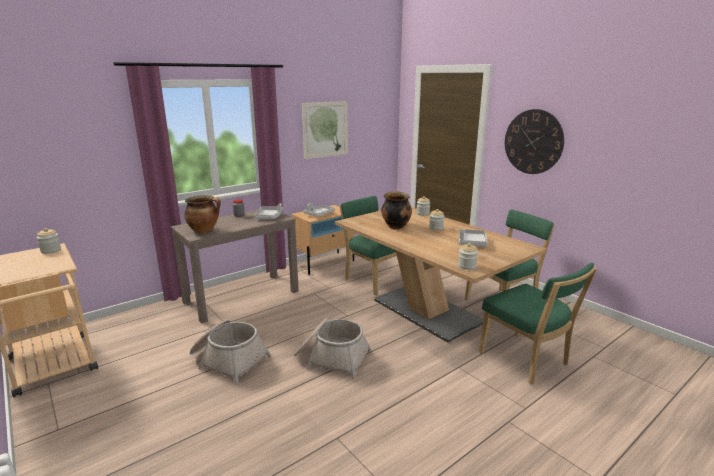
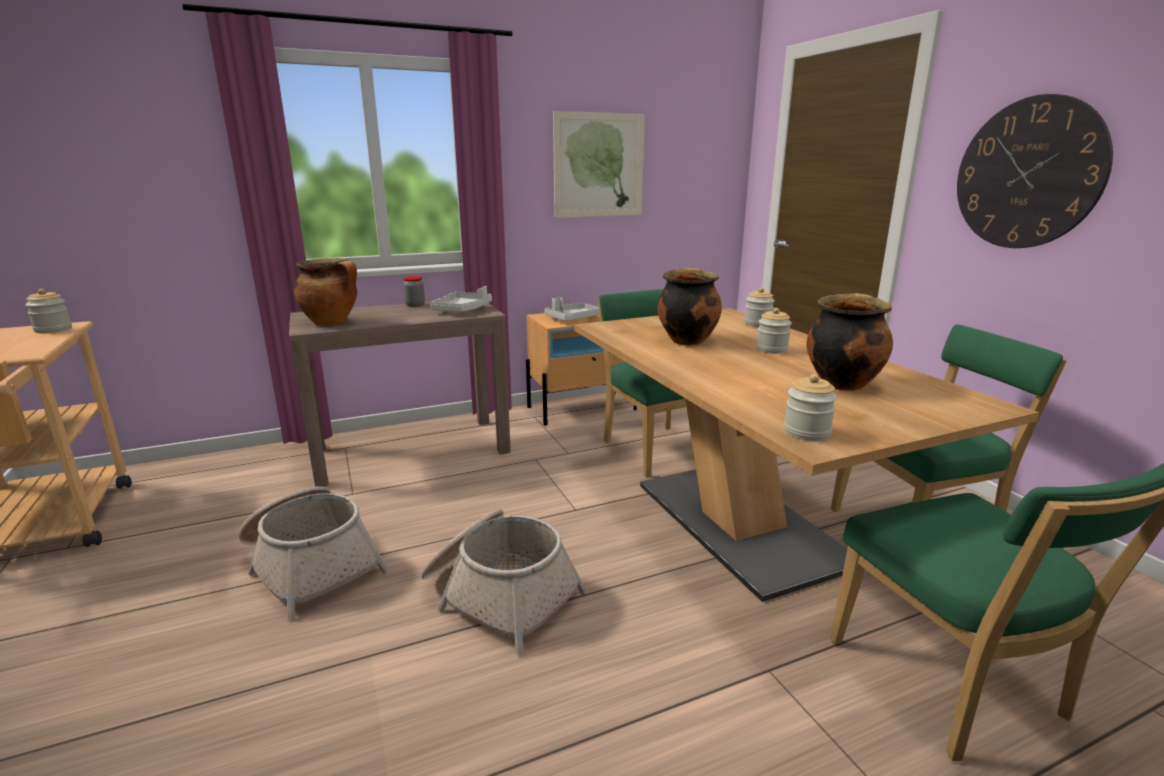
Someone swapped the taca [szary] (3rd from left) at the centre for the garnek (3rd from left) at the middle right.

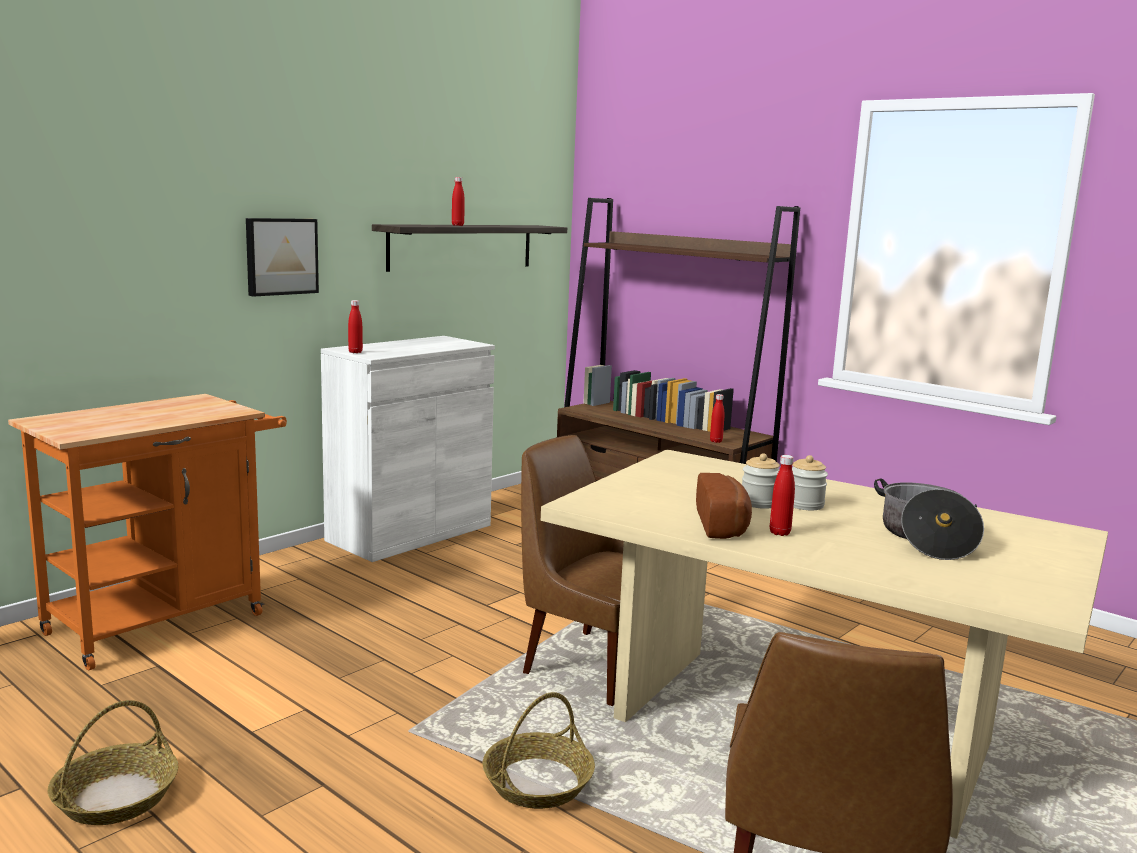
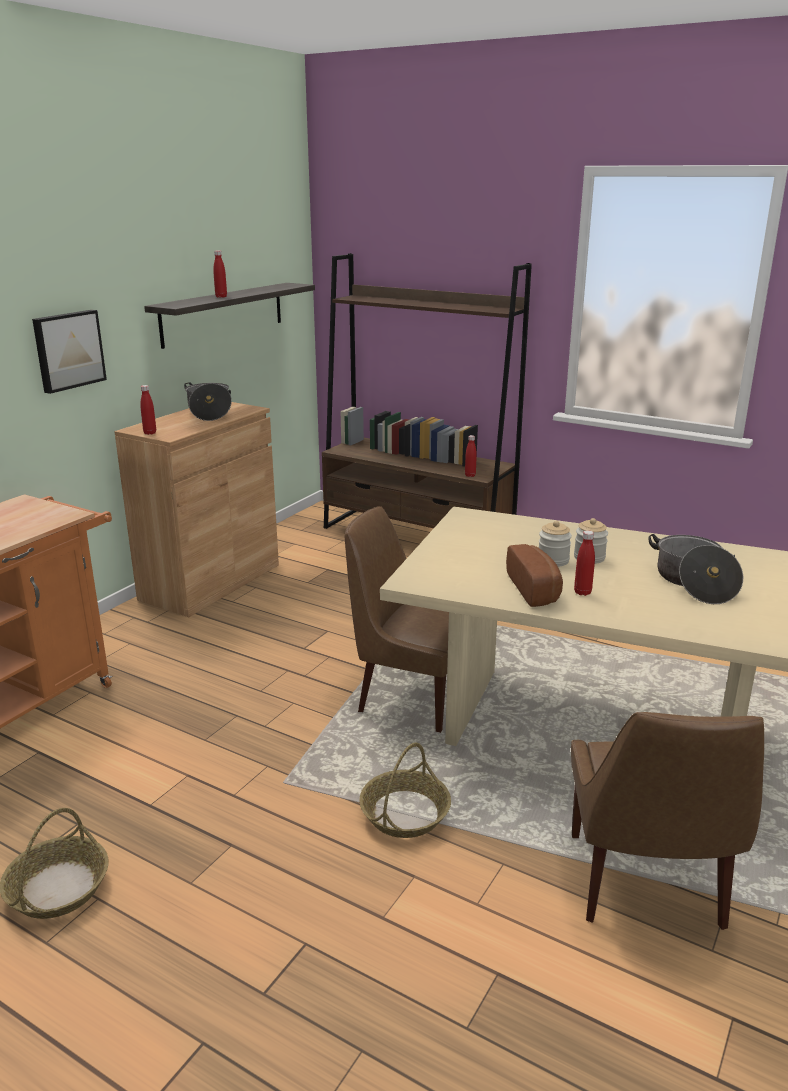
Someone repainted the szafka [biały] at the centre, which became the szafka [brązowy] at the middle left.
Someone put down the garnek (1st from left) at the middle left.

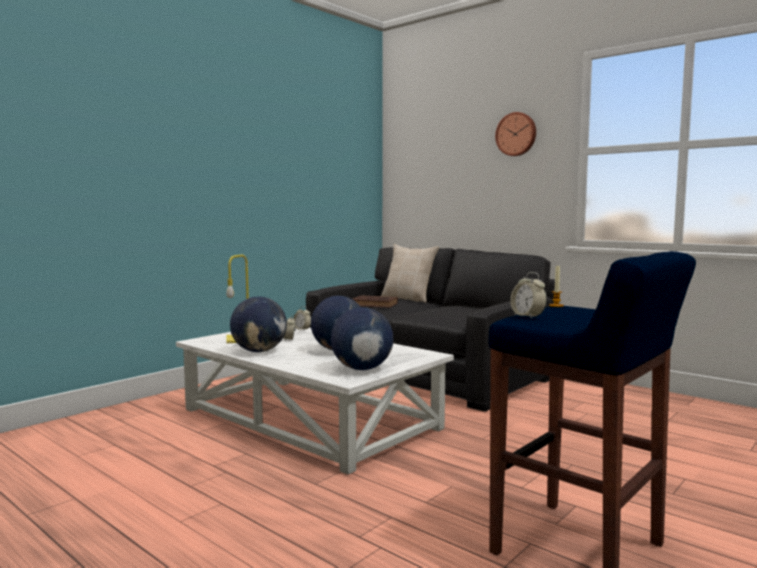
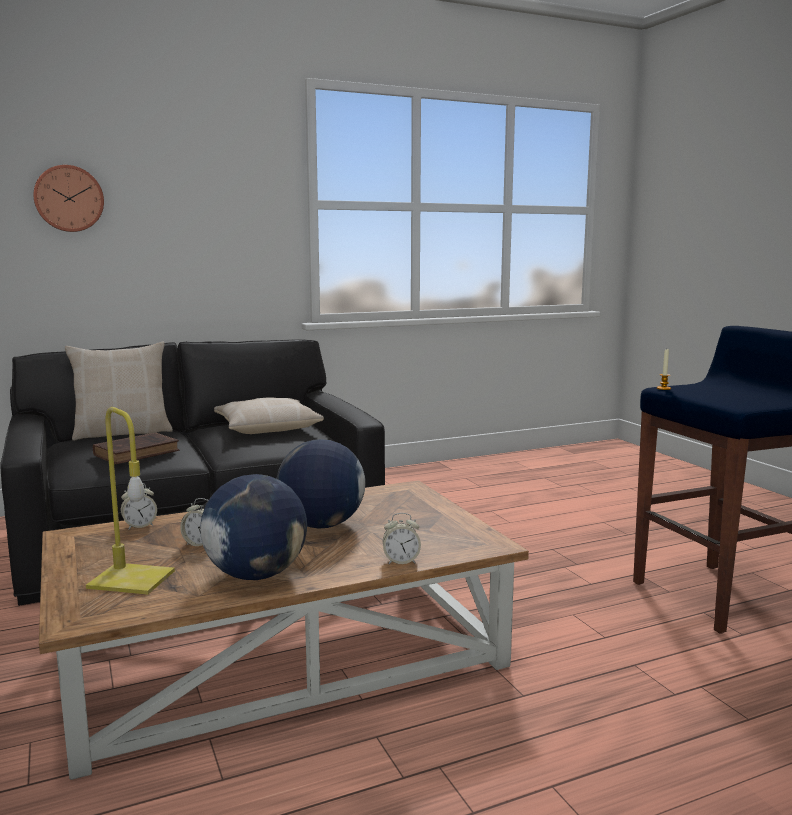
Someone carried the zegar ścienny from the top right to the top left.
Someone carried the budzik (3rd from left) from the middle right to the centre.
Someone took away the globus (3rd from left) at the centre.
Someone repainted the ława [biały] at the bottom centre, which became the ława [brązowy] at the bottom centre.
Someone put down the poduszka [beżowy] (2nd from left) at the centre.

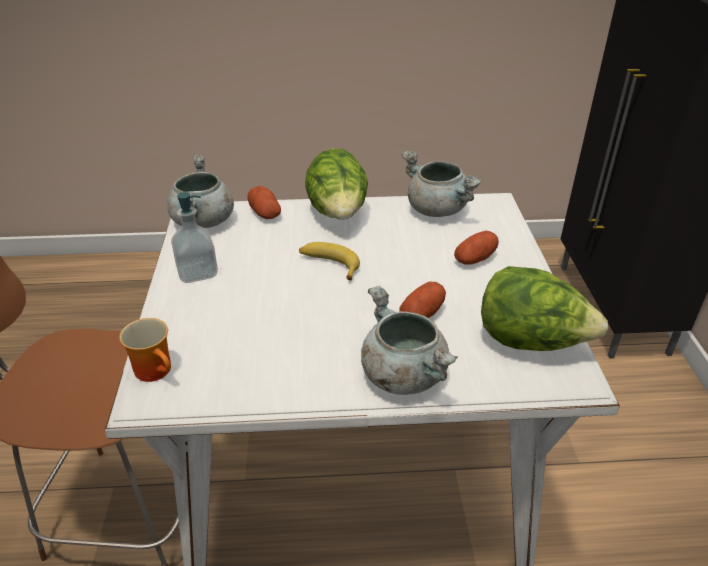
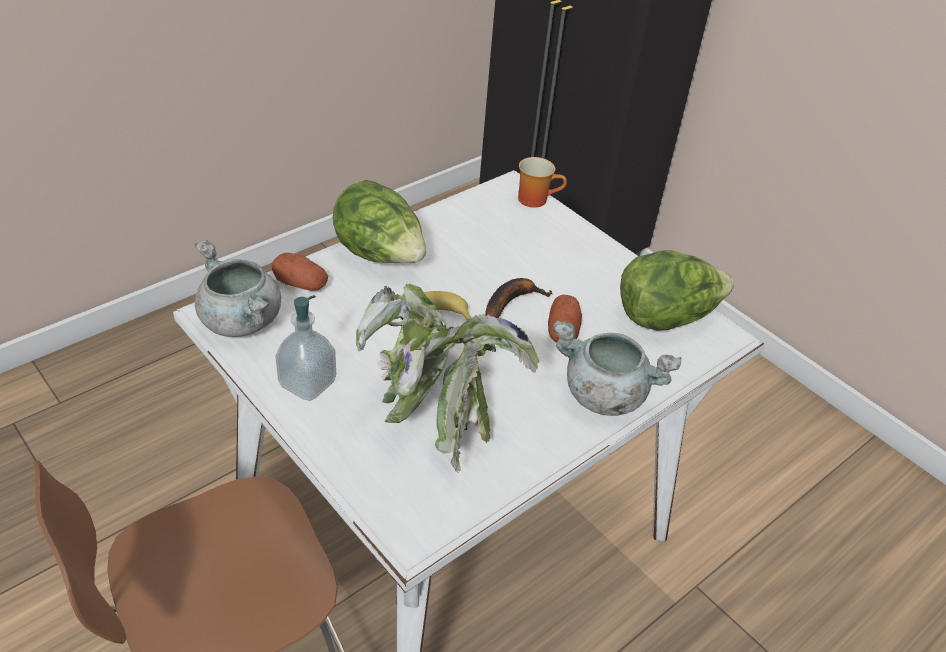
Someone took away the garnek [szary] (3rd from left) at the top centre.
Someone took away the ziemniak (3rd from left) at the middle right.
Someone carried the kubek from the middle left to the top centre.
Someone put down the banan (2nd from left) at the centre.
Someone put down the roślina doniczkowa at the centre.

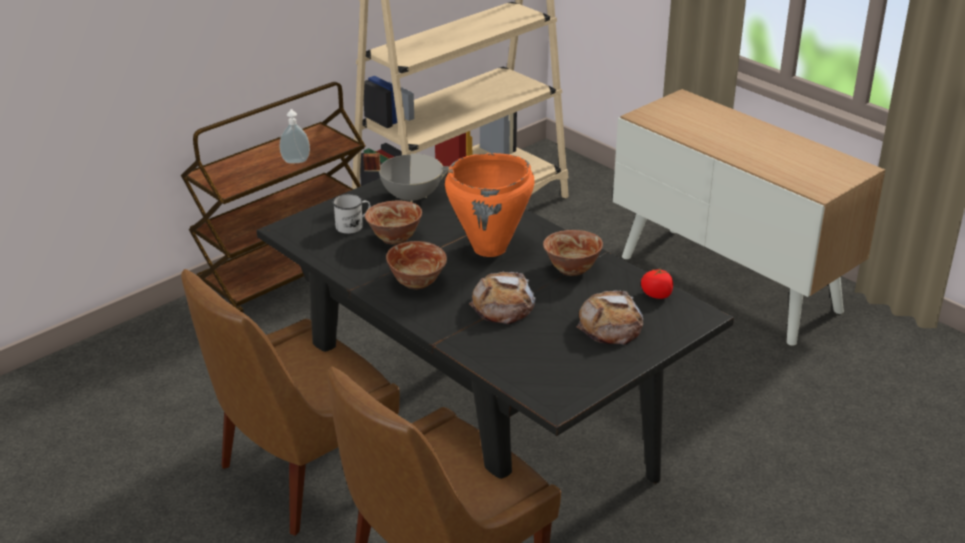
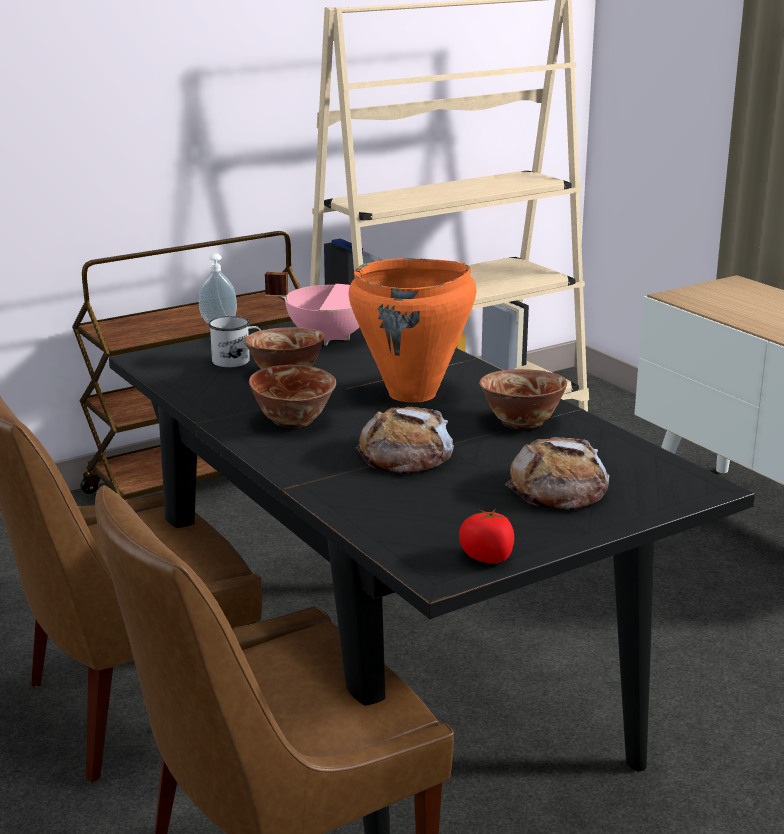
Someone repainted the garnek [szary] at the top centre, which became the garnek [różowy] at the centre.
Someone carried the pomidor from the middle right to the centre.

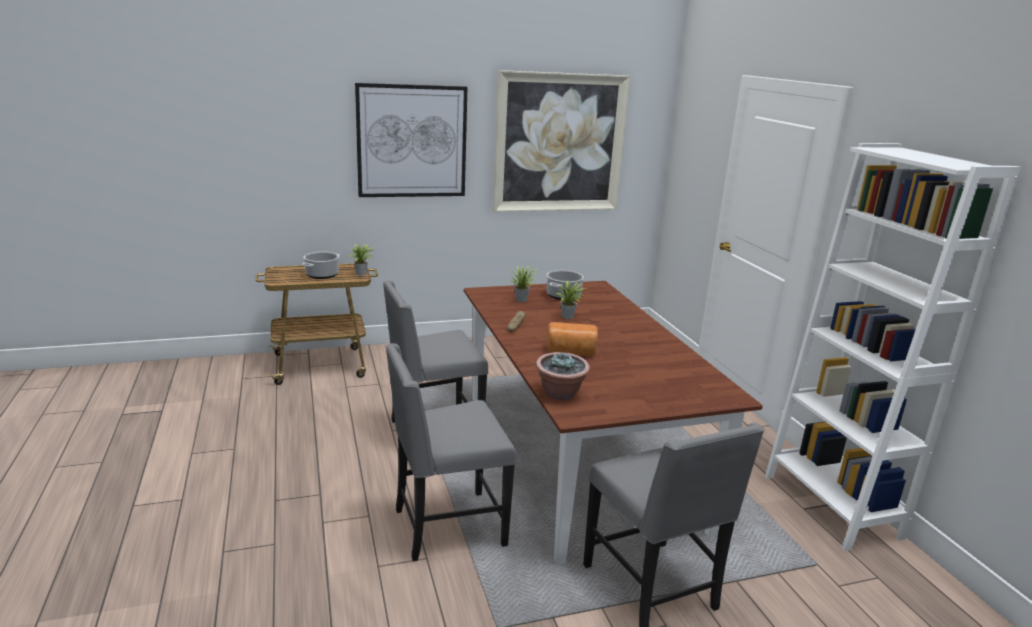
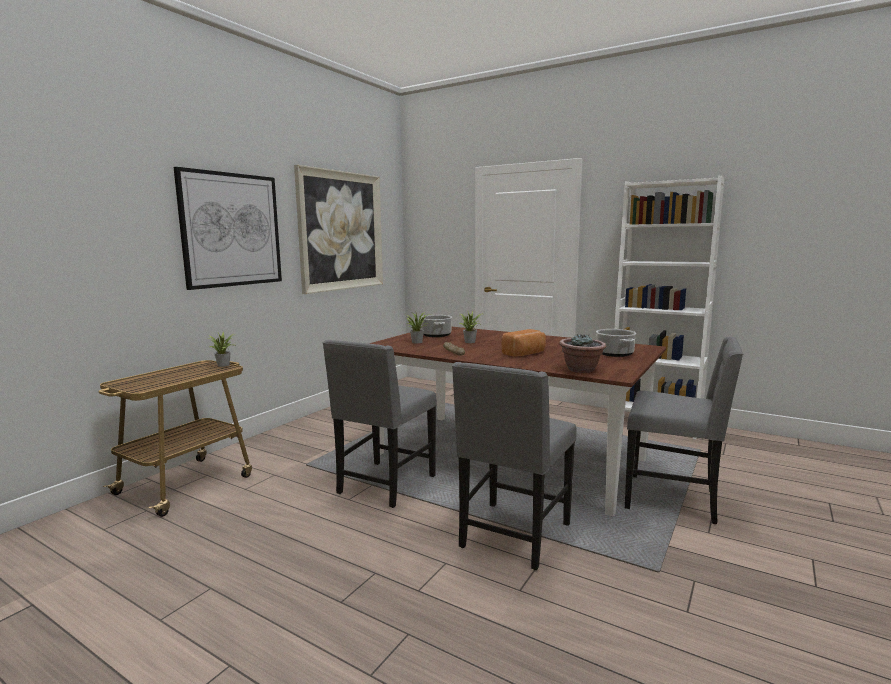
Someone carried the garnek (1st from left in the first image) from the middle left to the middle right.

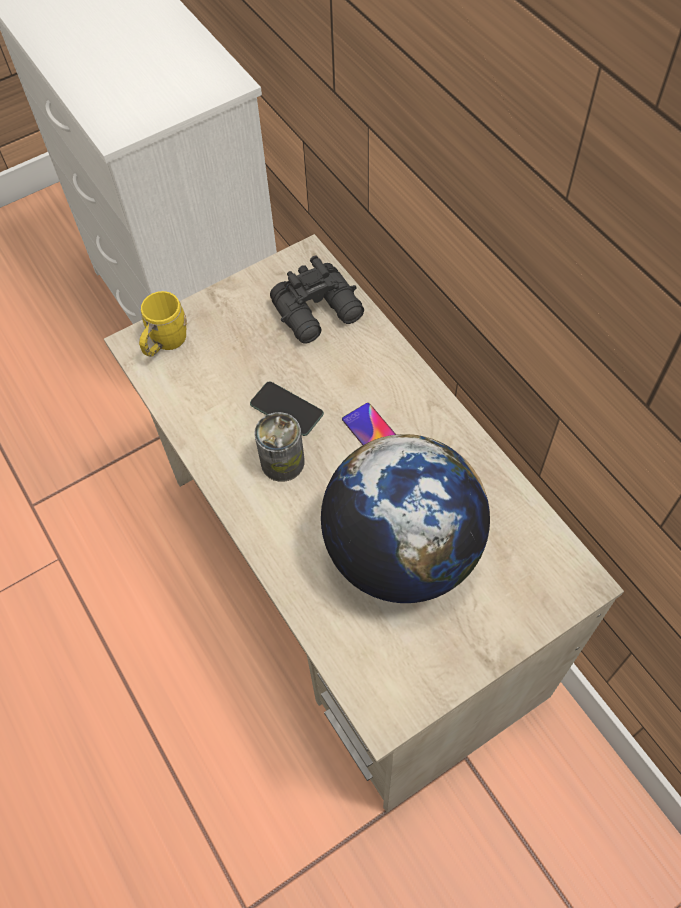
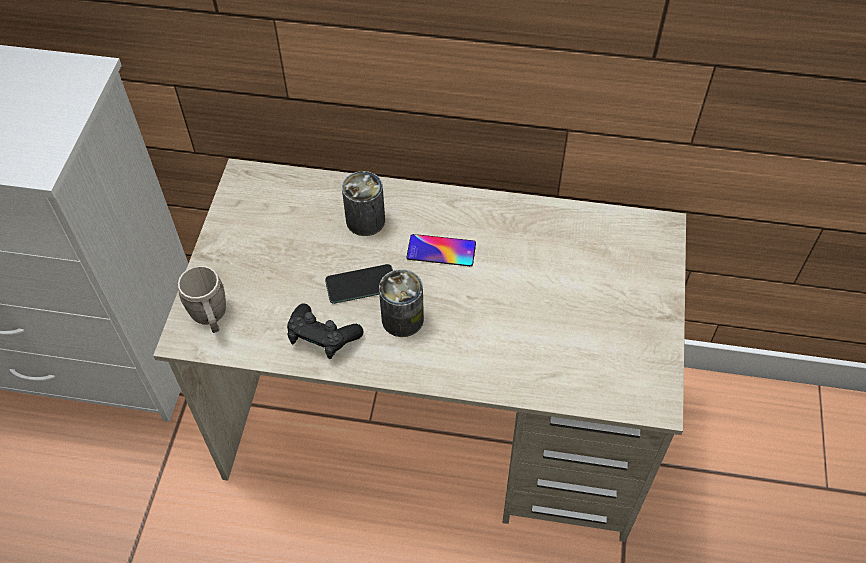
Someone took away the lornetka [czarny] at the top centre.
Someone repainted the kubek [żółty] at the middle left, which became the kubek [szary] at the middle left.
Someone took away the globus at the centre.
Someone put down the puszka (1st from left) at the centre.
Someone put down the pad do gier [czarny] at the centre.

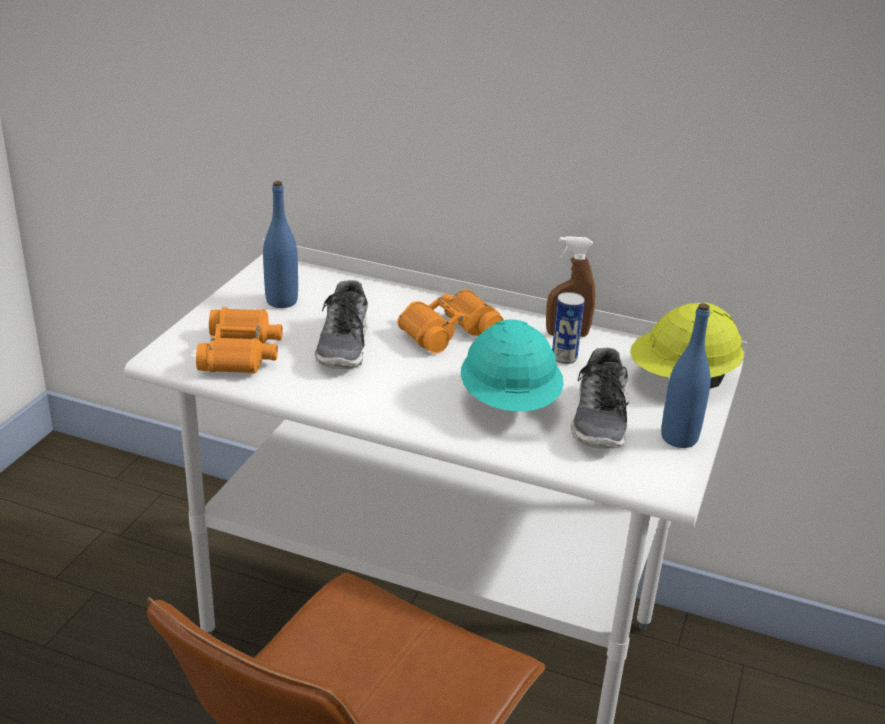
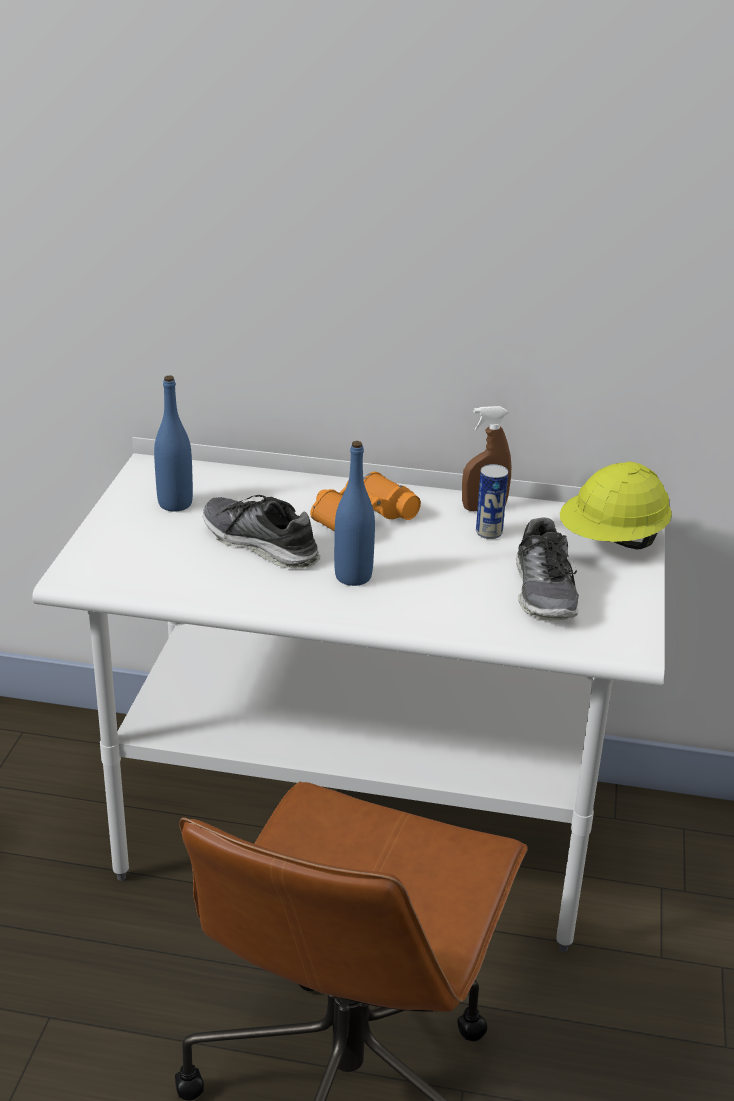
Someone rotated the but (1st from left) at the centre by 135 degrees clockwise.
Someone carried the butelka [niebieski] (2nd from left) from the middle right to the centre.
Someone took away the lornetka [pomarańczowy] (1st from left) at the middle left.
Someone took away the kask [turkusowy] at the centre.

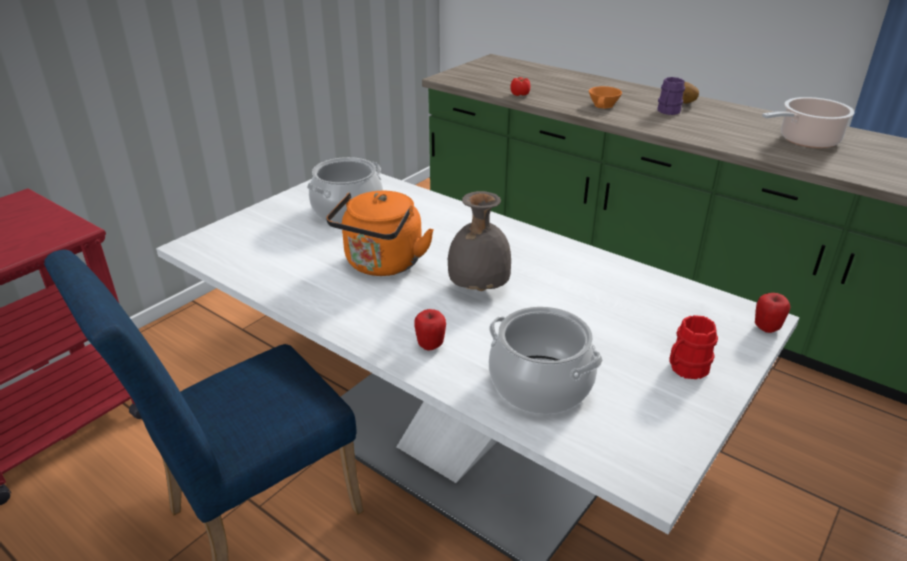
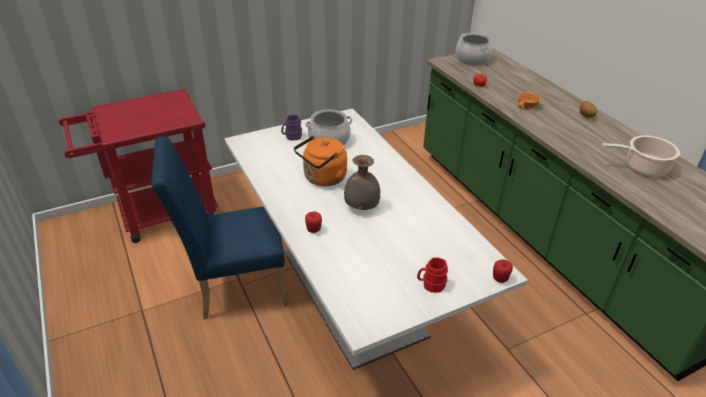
Someone carried the kubek [fioletowy] from the top right to the top centre.
Someone carried the garnek (2nd from left) from the centre to the top right.

